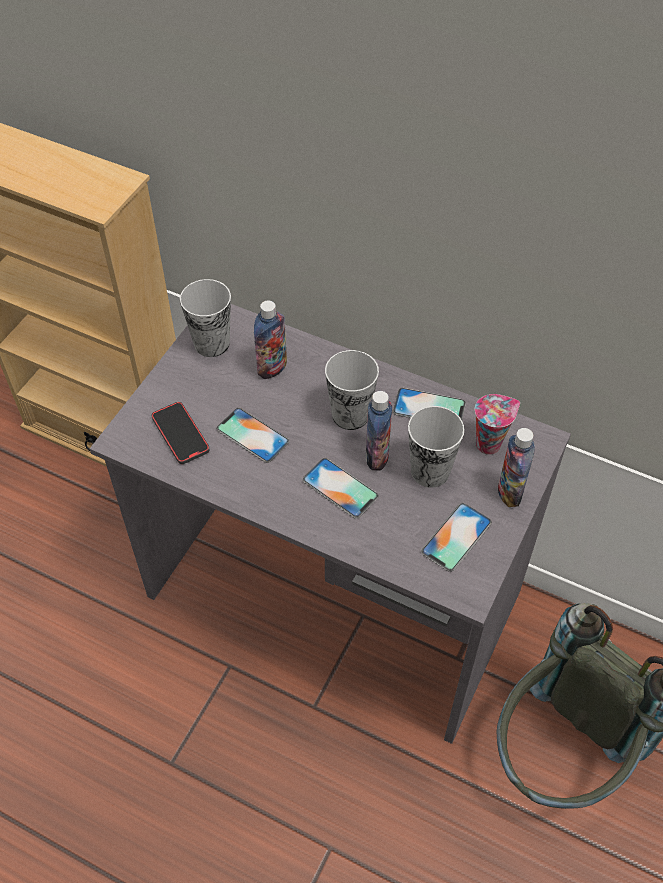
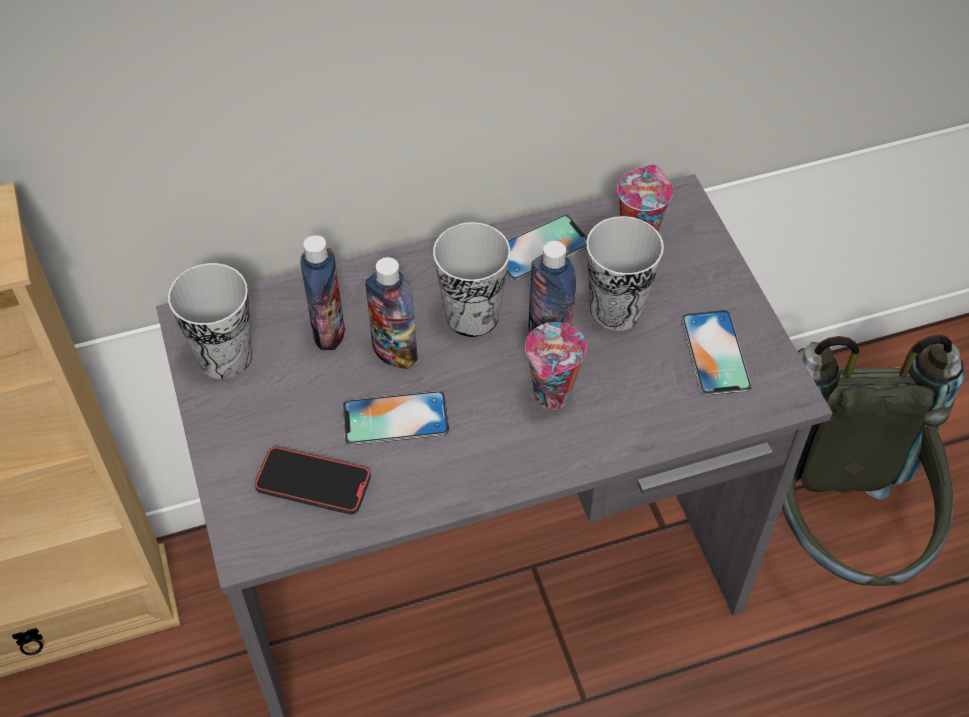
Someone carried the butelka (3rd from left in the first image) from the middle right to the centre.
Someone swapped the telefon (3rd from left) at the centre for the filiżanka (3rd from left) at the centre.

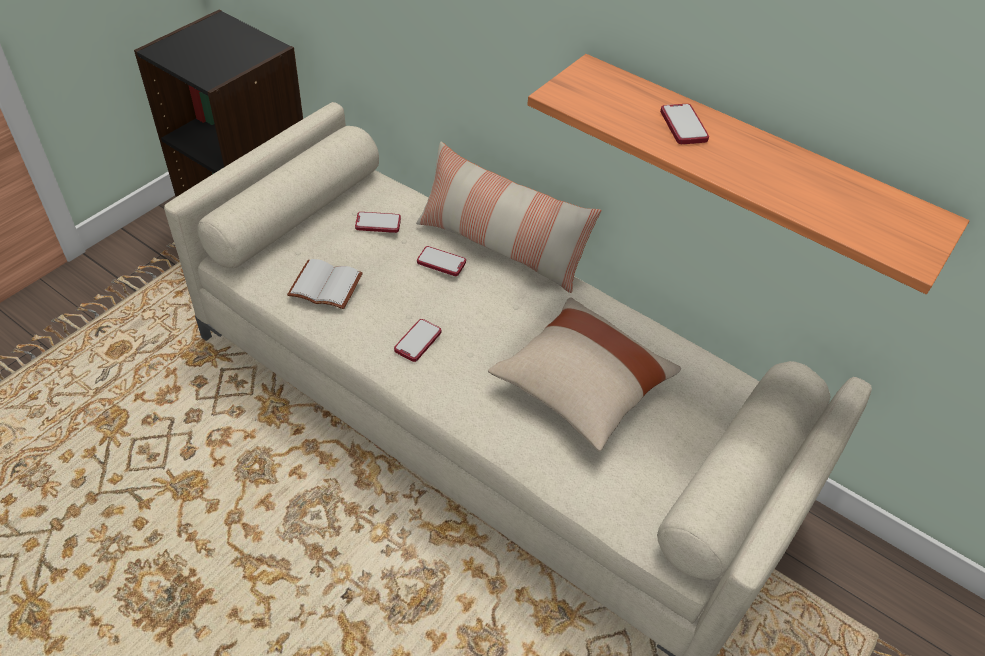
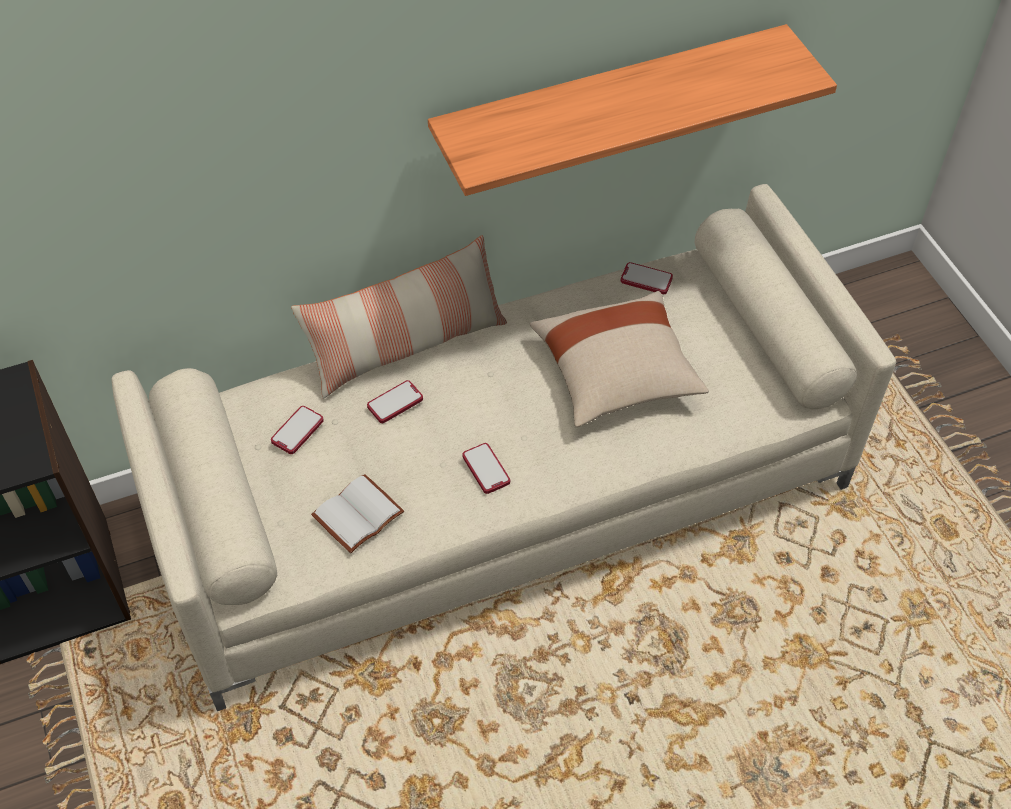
Someone carried the telefon (4th from left) from the top right to the centre.

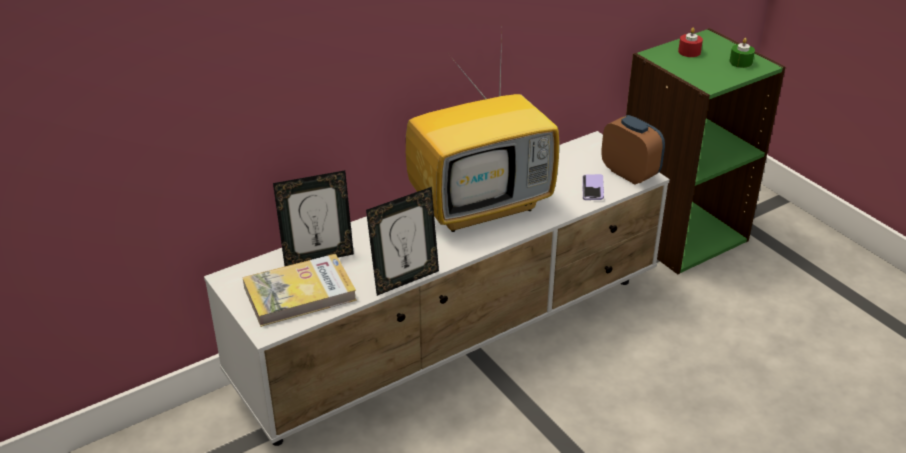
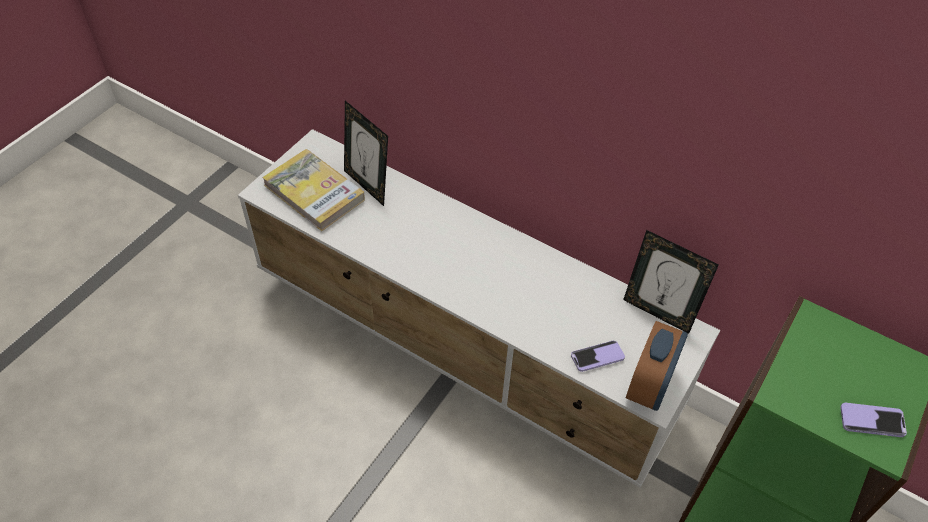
Someone took away the świeca [czerwony] at the top right.
Someone took away the telewizor at the top centre.
Someone swapped the świeca [zielony] at the top right for the telefon (2nd from left) at the bottom right.
Someone carried the ramka na zdjęcie (2nd from left) from the centre to the middle right.

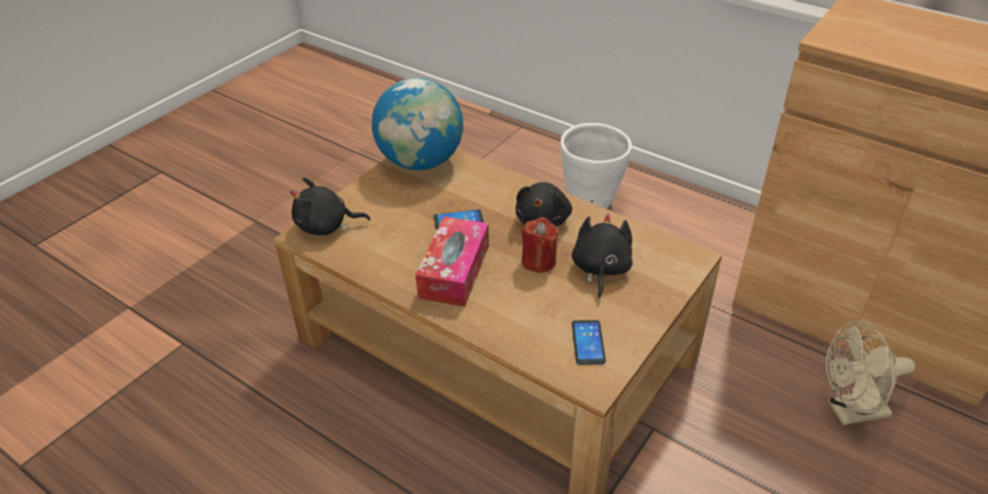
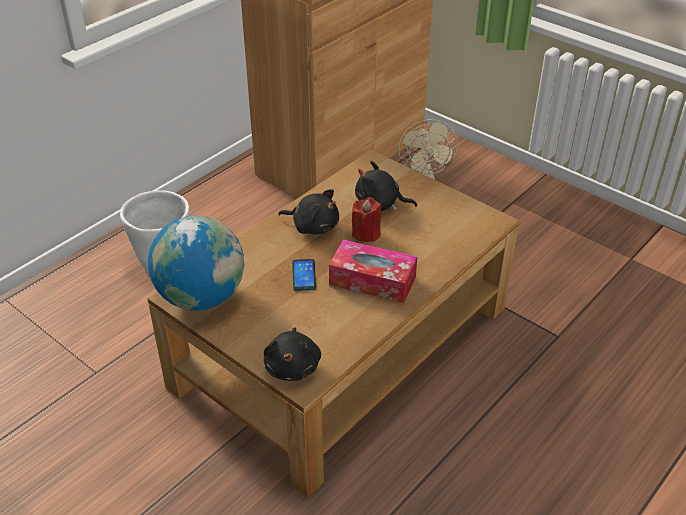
Someone took away the telefon (2nd from left) at the bottom centre.

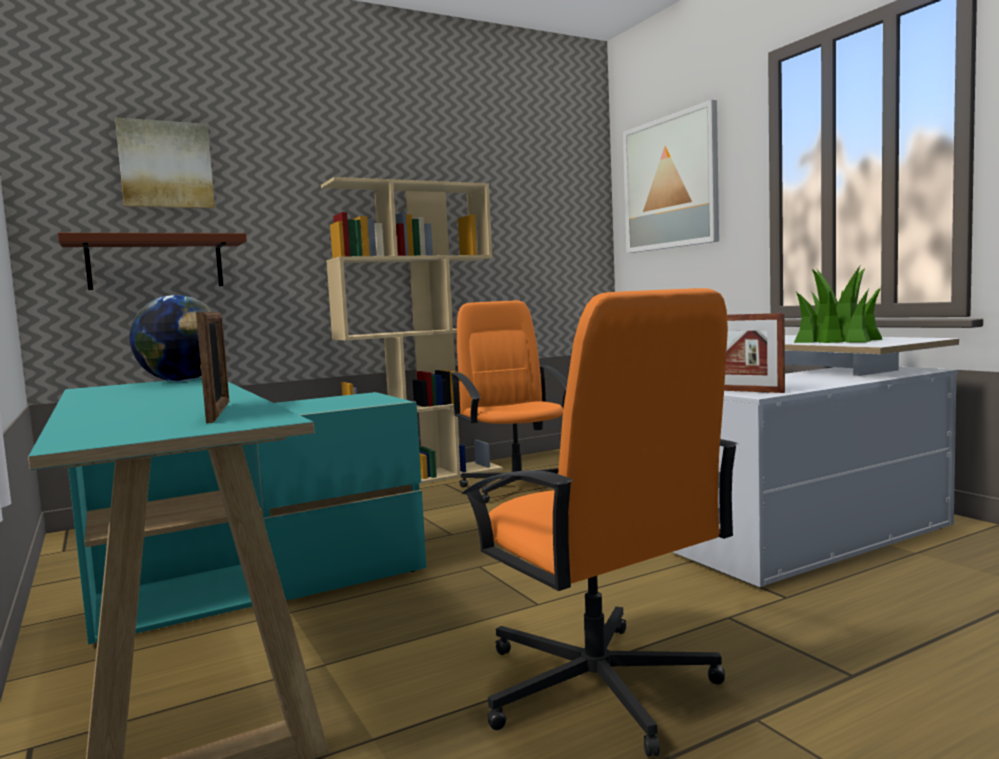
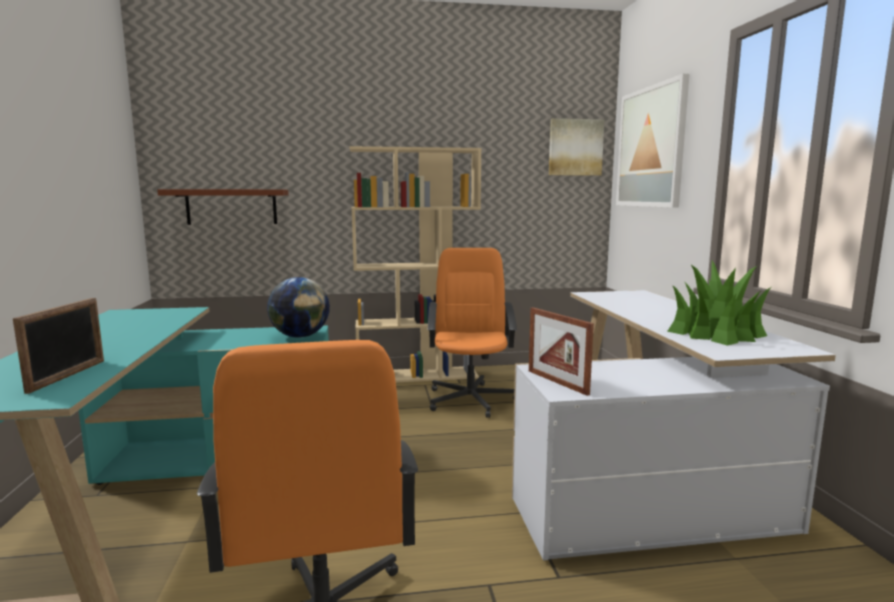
Someone carried the obraz (1st from left) from the top left to the top centre.
Someone carried the globus from the middle left to the centre.

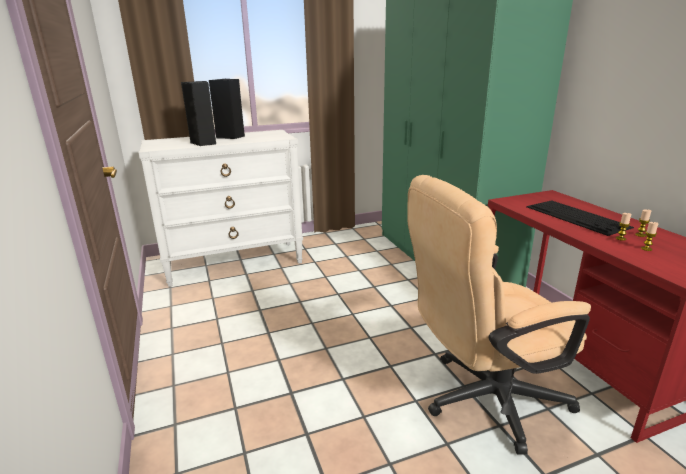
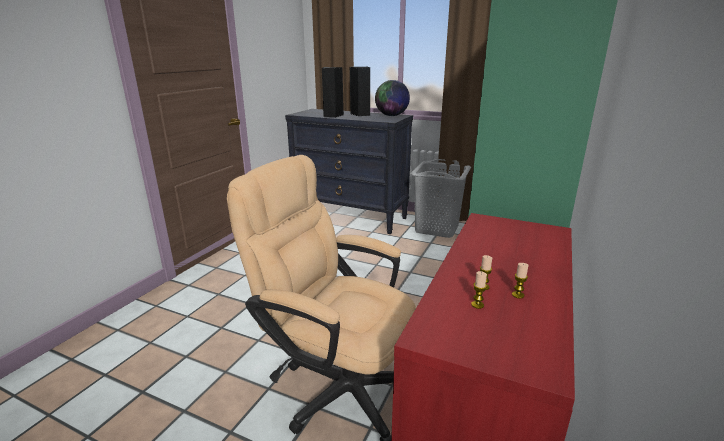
Someone repainted the komoda [biały] at the middle left, which became the komoda [czarny] at the centre.
Someone took away the klawiatura at the middle right.
Someone put down the globus at the top centre.
Someone put down the kosz na pranie [szary] at the centre.

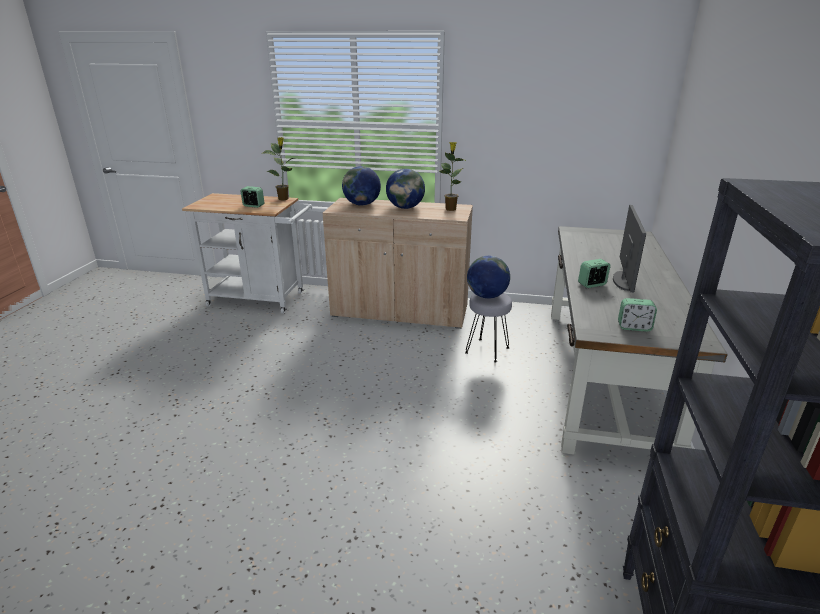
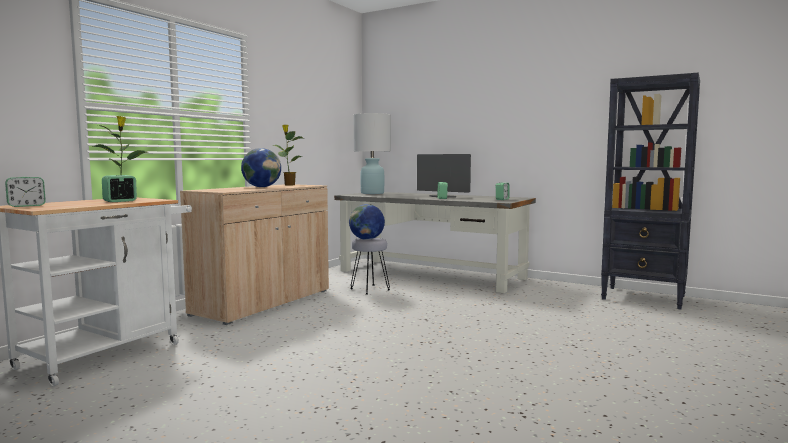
Someone took away the globus (1st from left) at the top centre.
Someone put down the lampa stołowa [biały] at the centre.
Someone put down the budzik (1st from left) at the middle left.

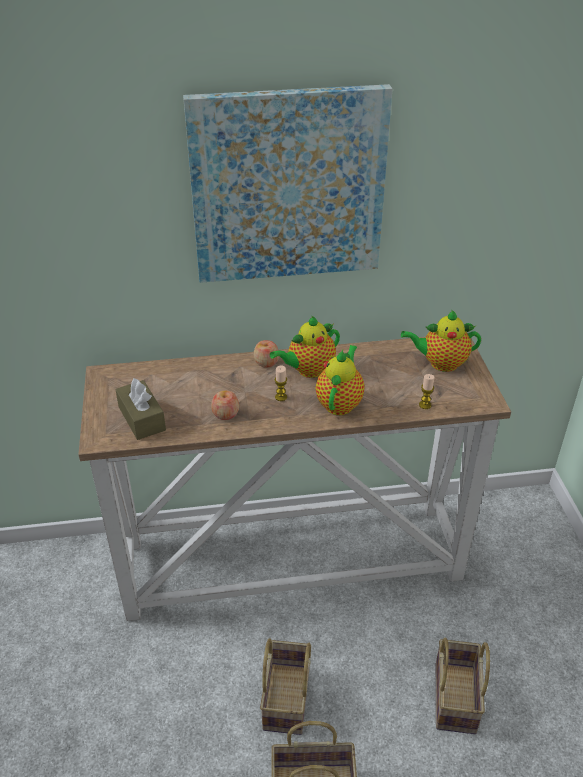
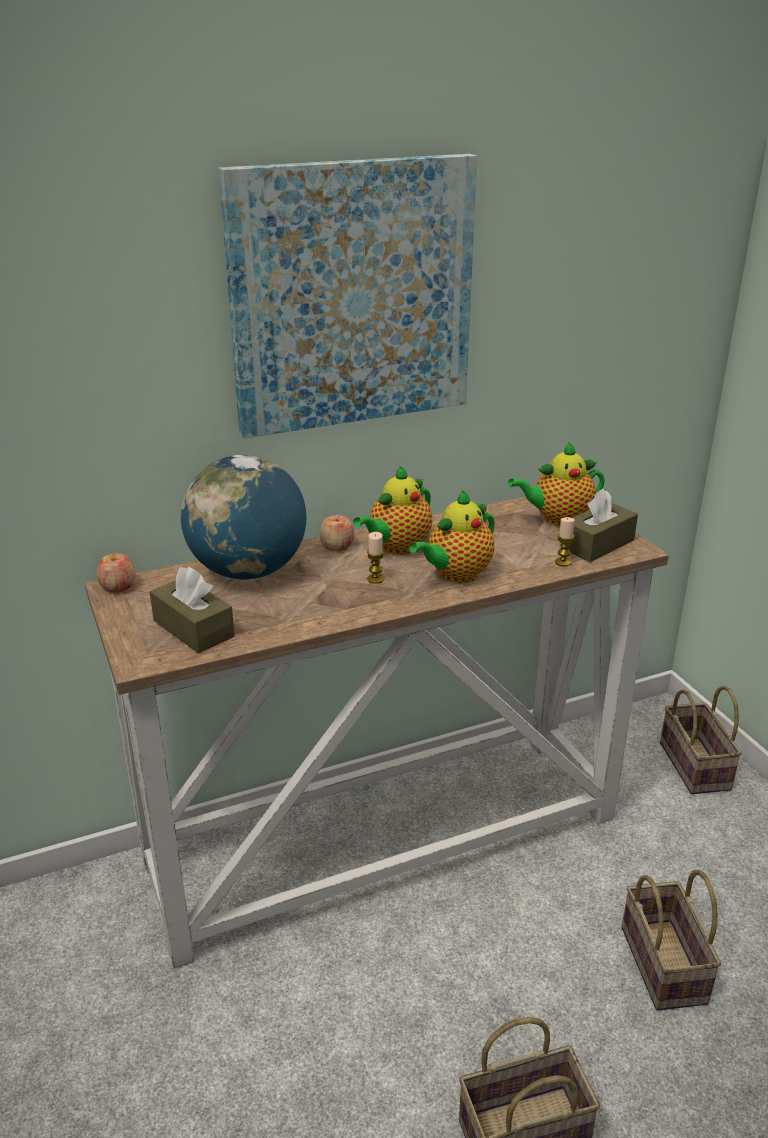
Someone rotated the imbryk (2nd from left) at the centre by 135 degrees counterclockwise.
Someone carried the jabłko (1st from left) from the centre to the middle left.
Someone carried the koszyk (1st from left in the first image) from the bottom centre to the middle right.
Someone put down the globus at the middle left.
Someone put down the pudełko chusteczek [brązowy] (2nd from left) at the middle right.

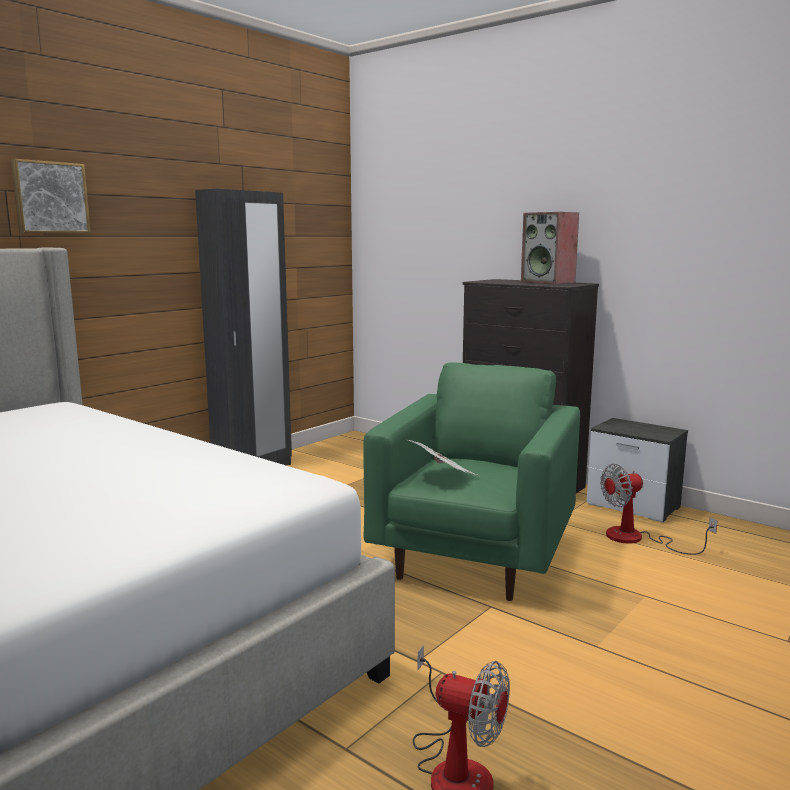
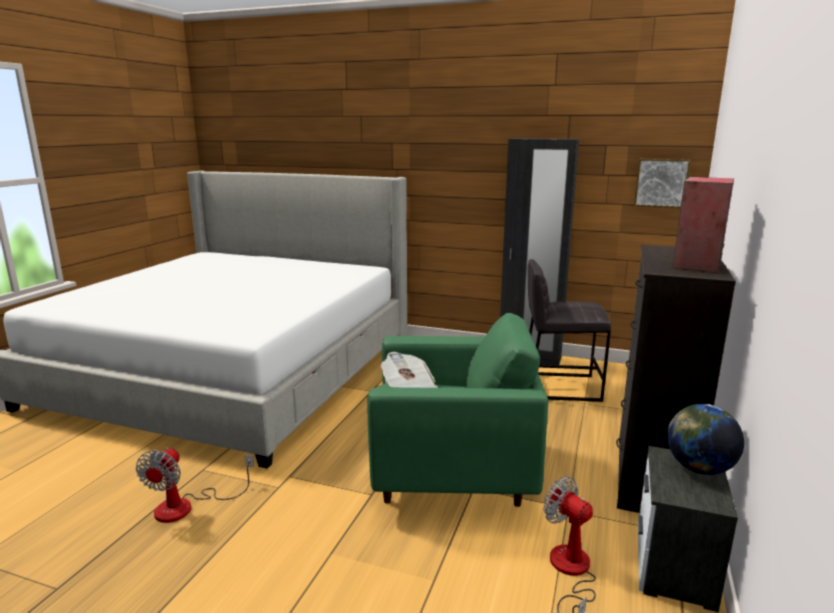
Someone carried the obraz from the top left to the top right.
Someone put down the stołek [szary] at the middle right.
Someone put down the globus at the bottom right.

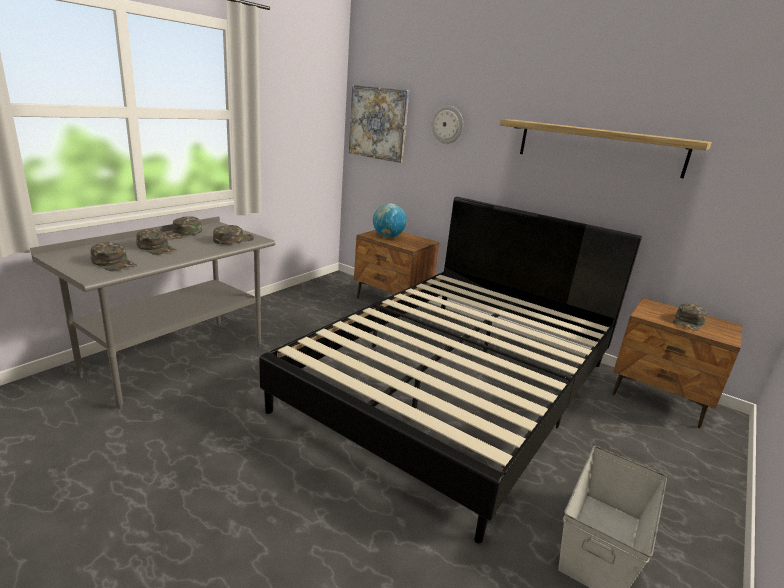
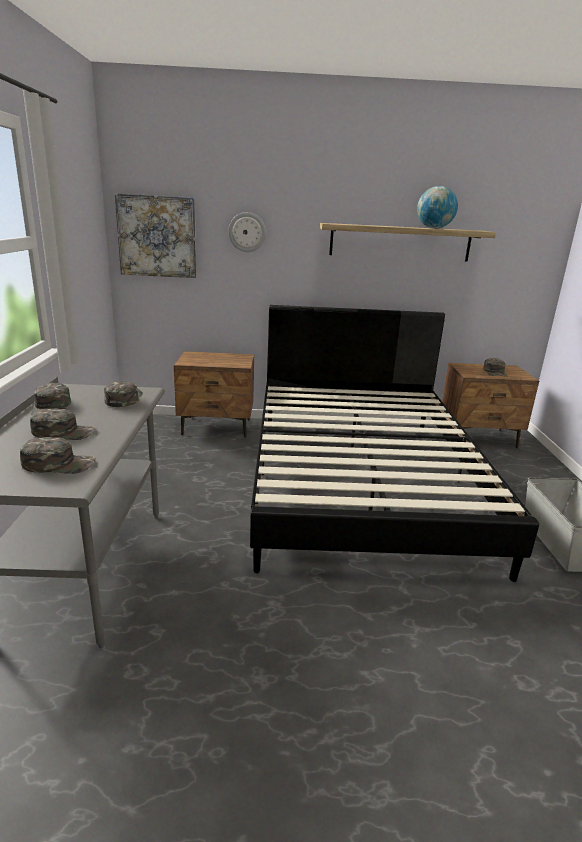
Someone carried the globus from the centre to the top right.

